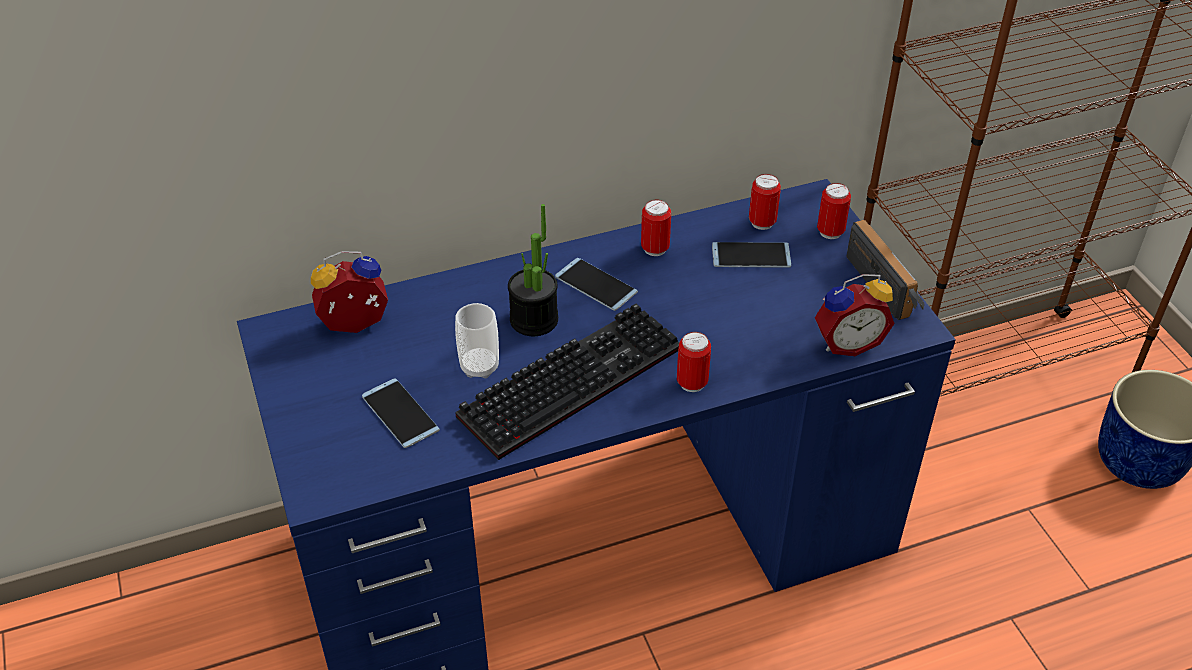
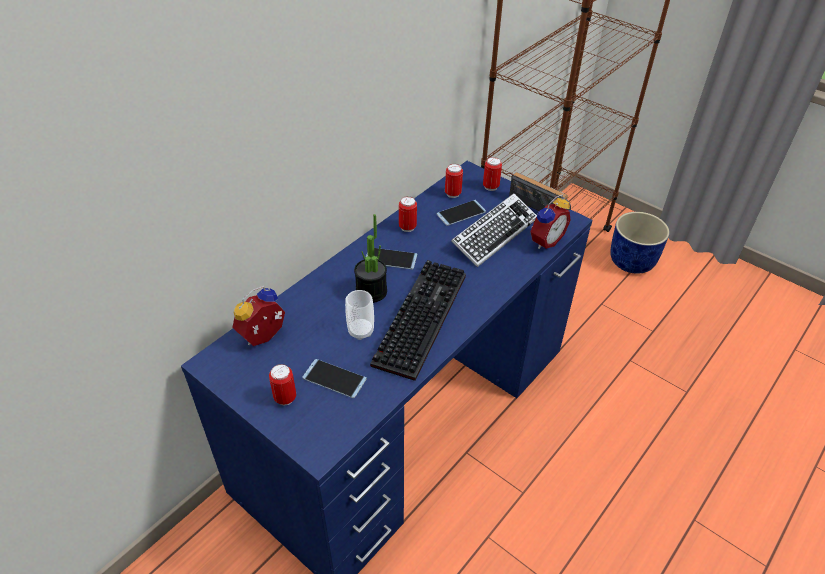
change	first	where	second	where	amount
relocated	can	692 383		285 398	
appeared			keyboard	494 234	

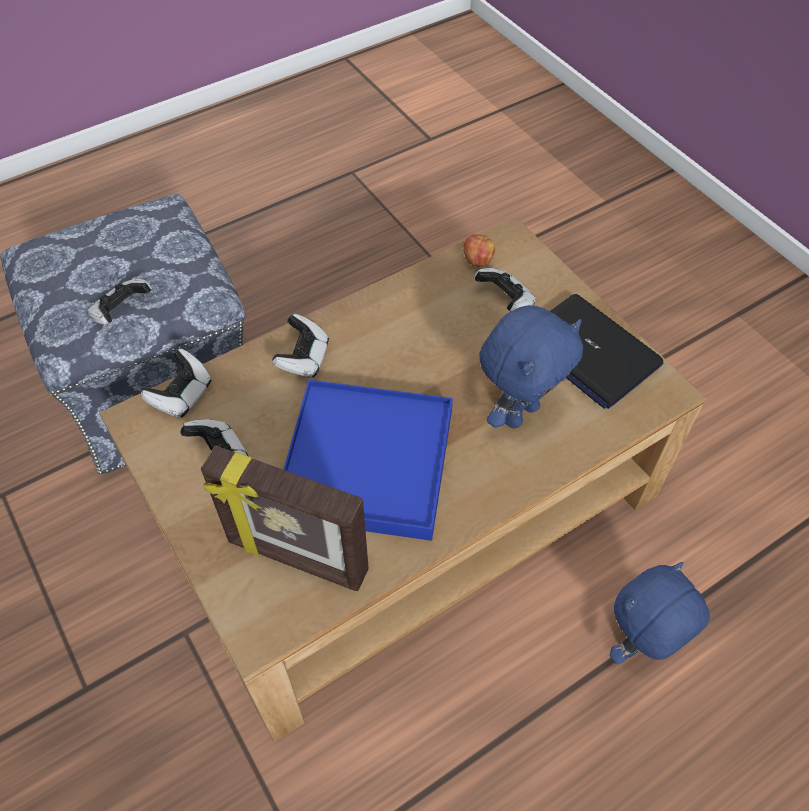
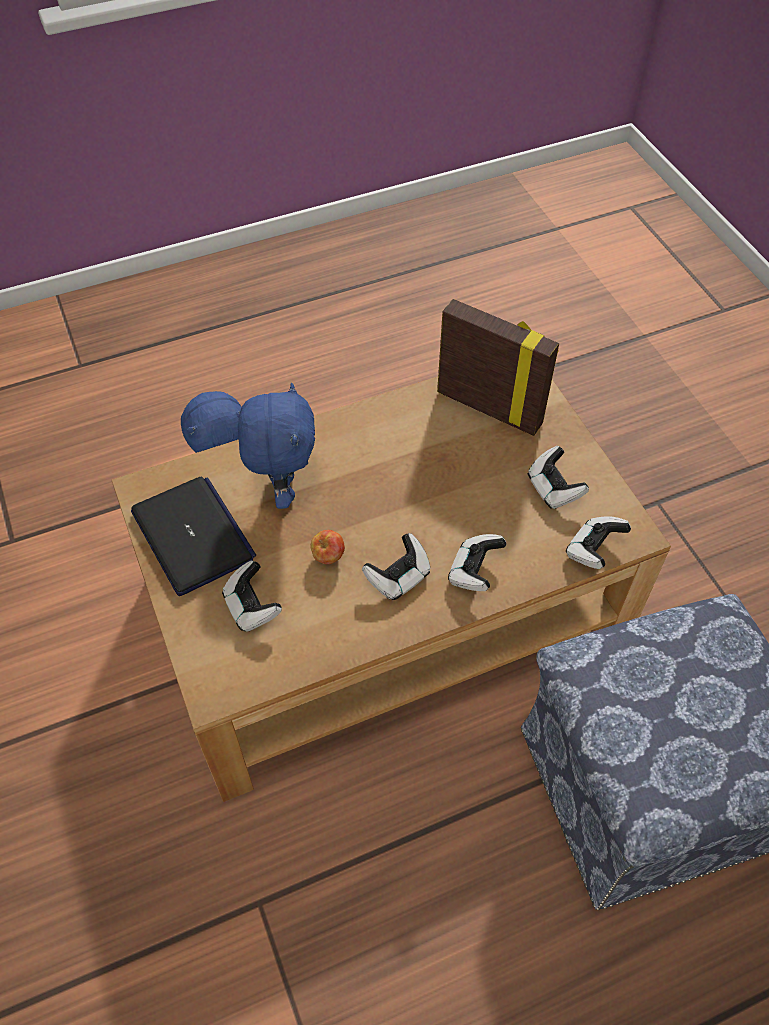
change	first	where	second	where	amount
relocated	apple	477 261		328 556	
relocated	game_controller	122 312		398 577	
spun	blue_plush_toy	519 413		283 489	120 degrees clockwise
missing	blue_tray	368 462			

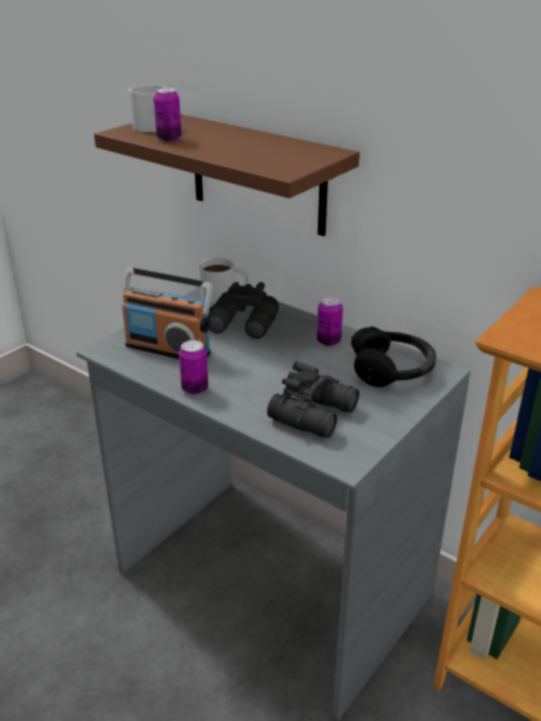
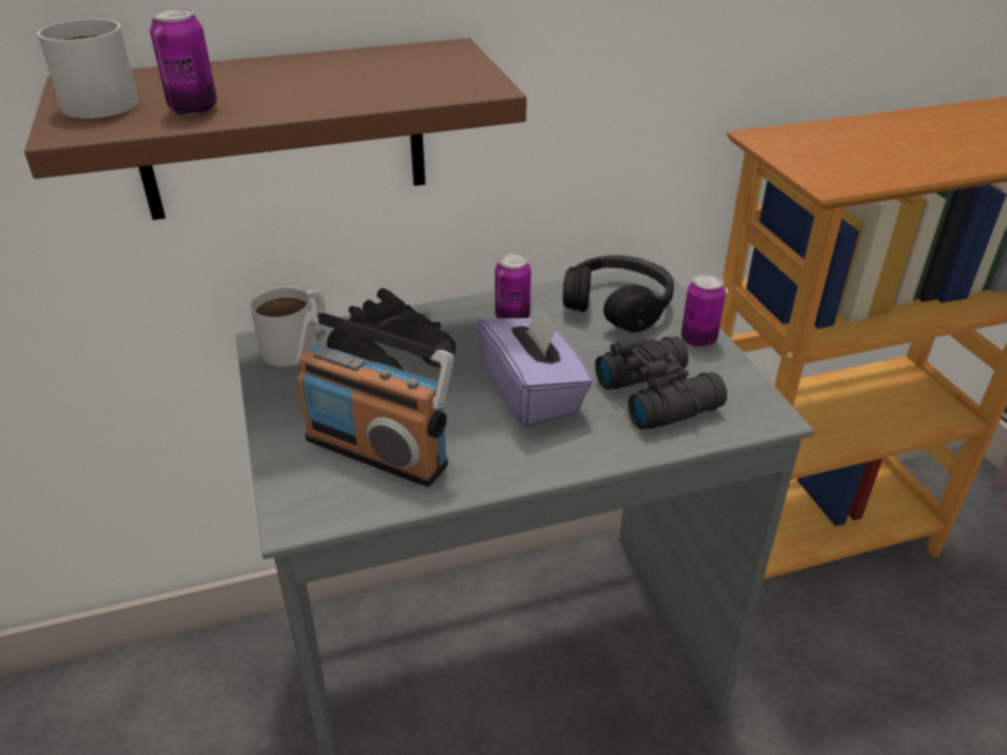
change	first	where	second	where	amount
spun	radio	168 349		377 450	60 degrees clockwise
relocated	can	195 389		698 340	
appeared			purple_tissue_box	532 394	

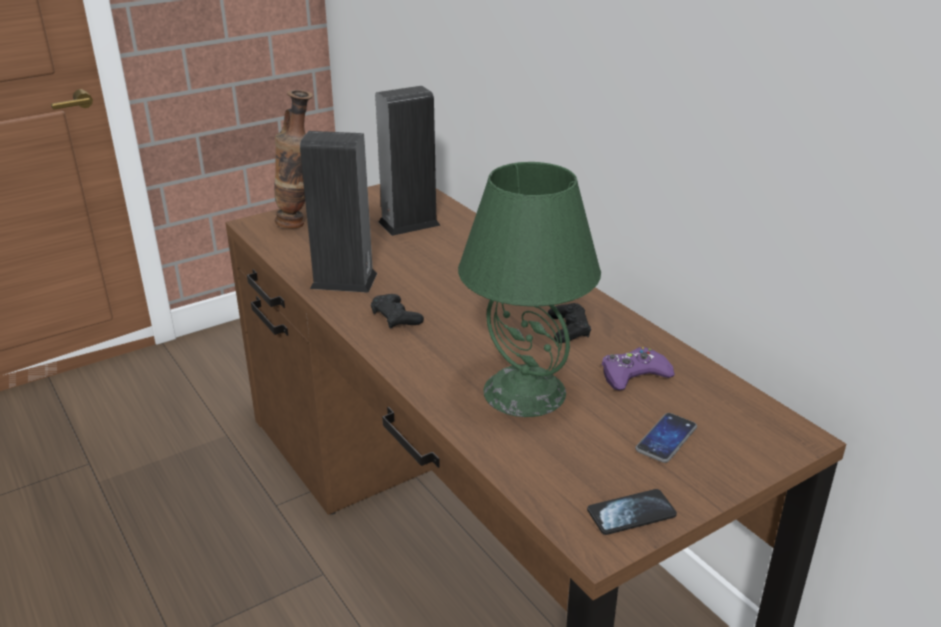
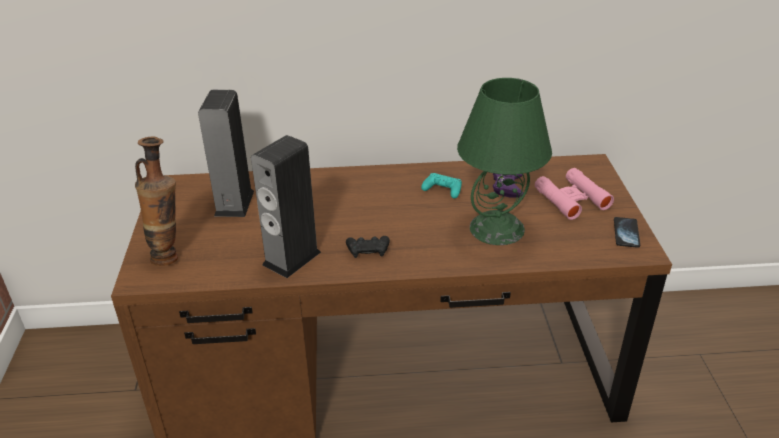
change	first	where	second	where	amount
colour	black_game_controller	568 329	turquoise_game_controller	442 189	
exchanged	phone	666 439	pink_binoculars	571 199	

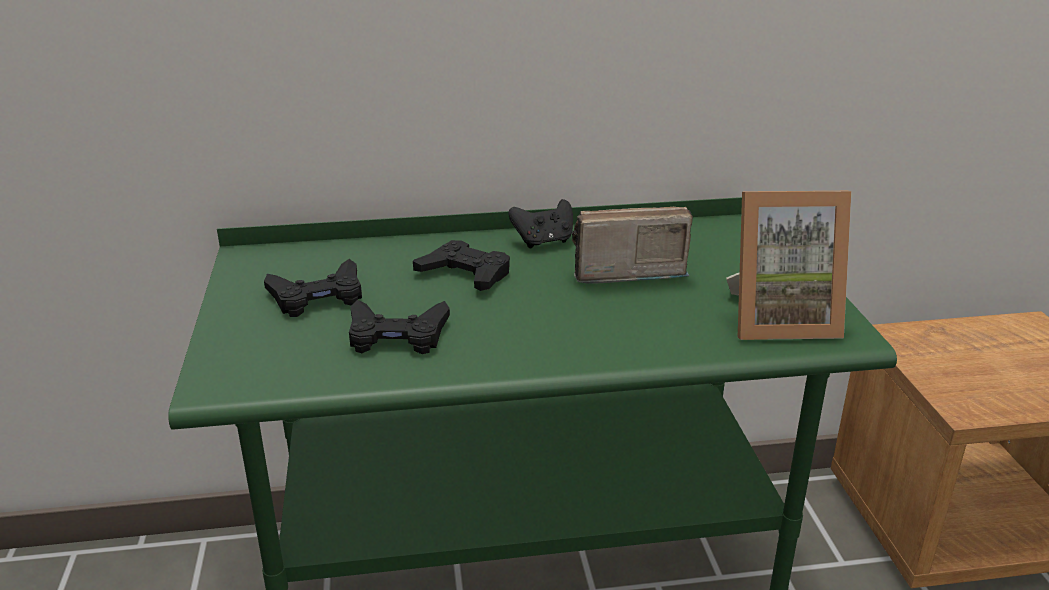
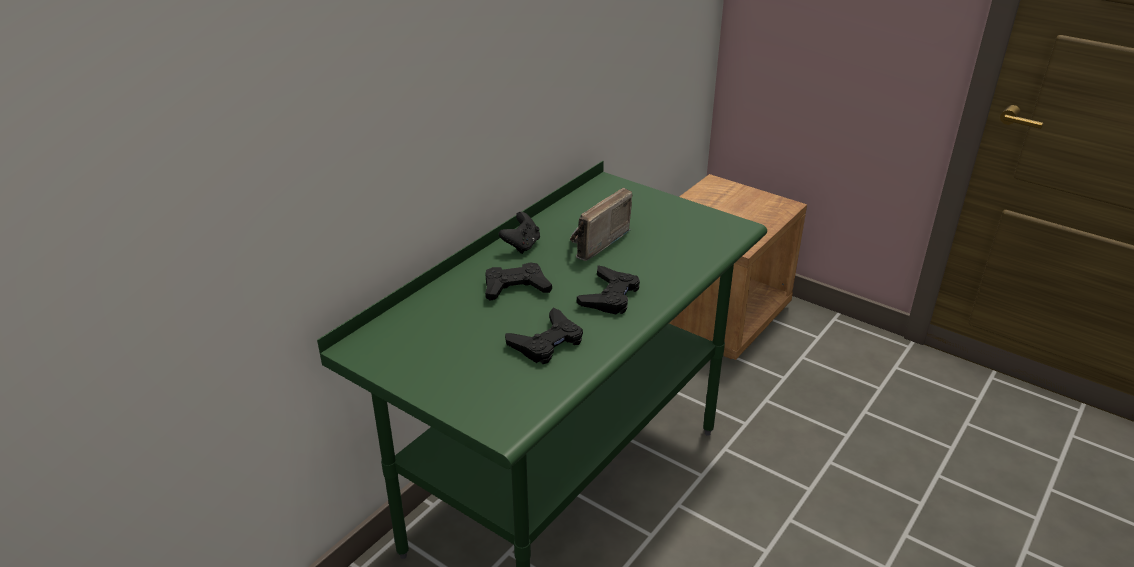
change	first	where	second	where	amount
missing	picture_frame	779 319			
relocated	black_game_controller	318 297		610 296	

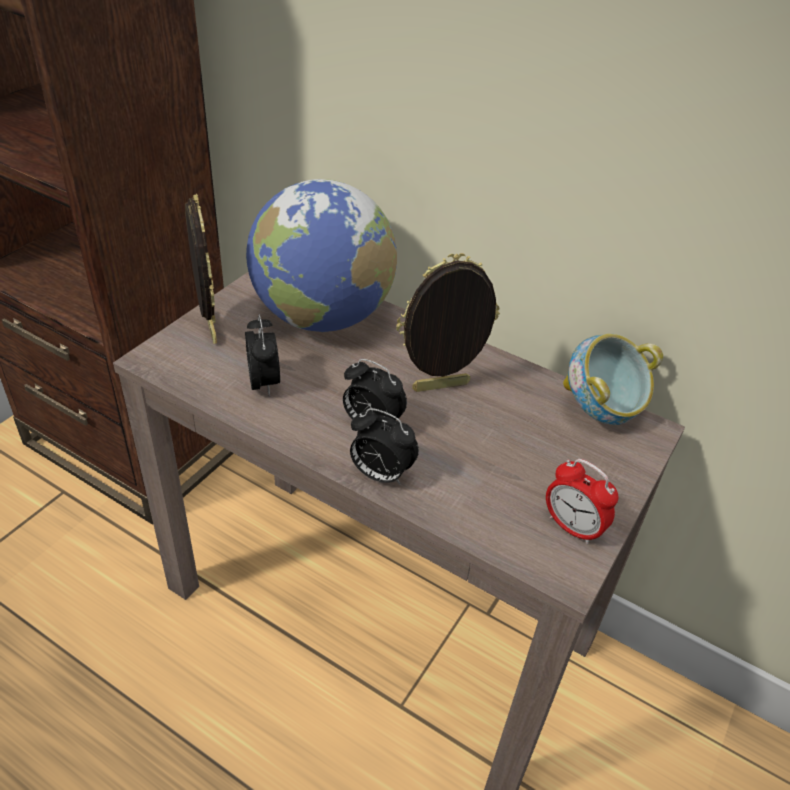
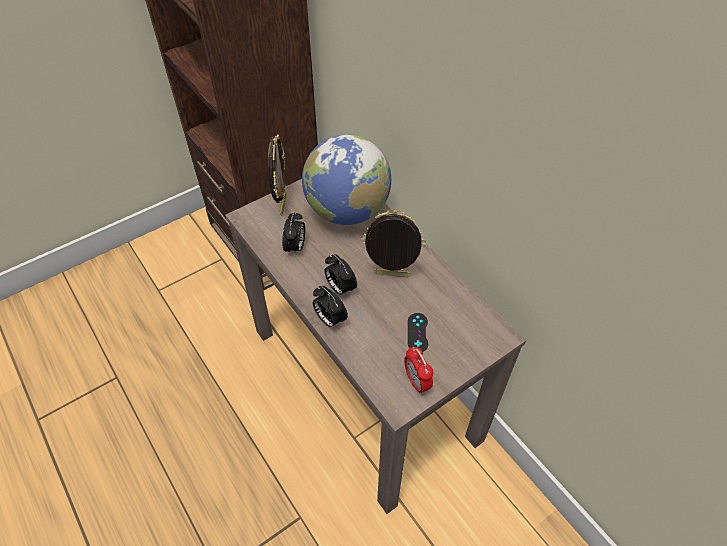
change	first	where	second	where	amount
missing	bowl	600 411			
appeared			black_game_controller	417 332	

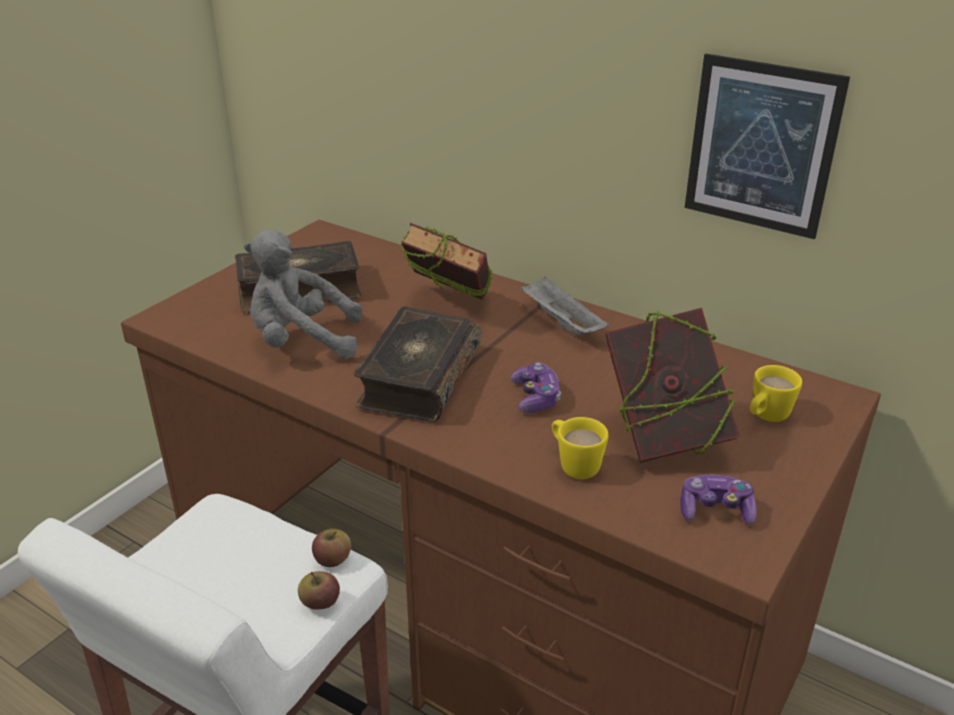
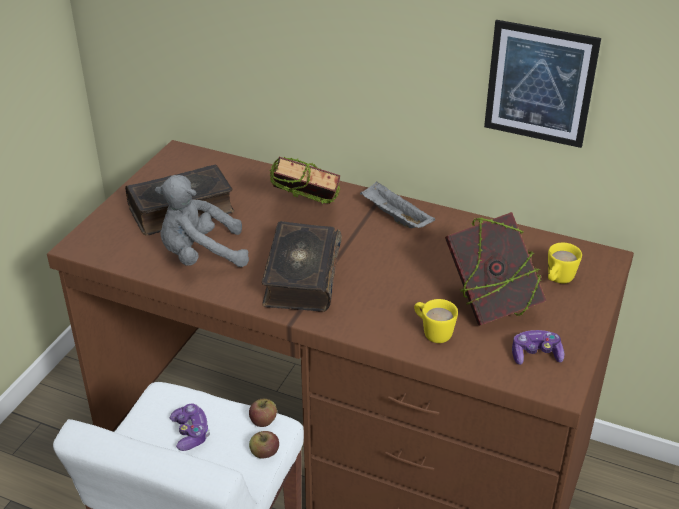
change	first	where	second	where	amount
relocated	game_controller	535 398		191 433	

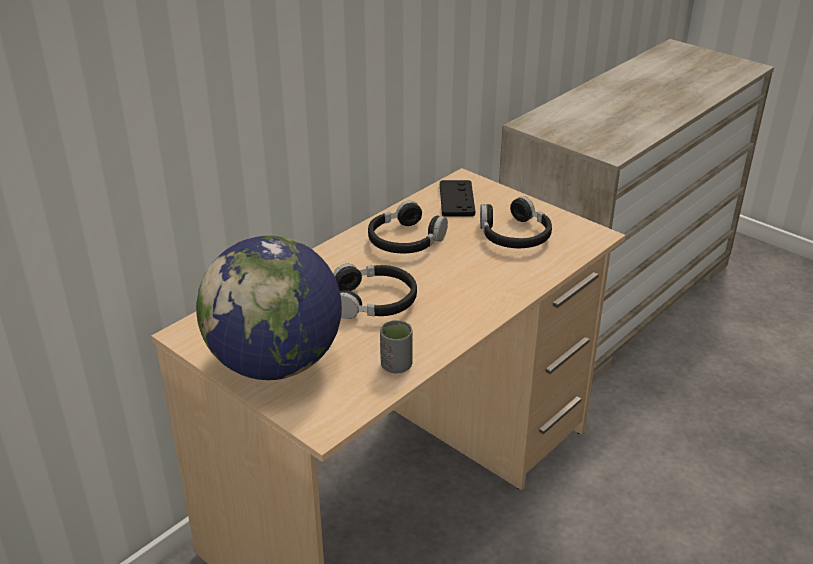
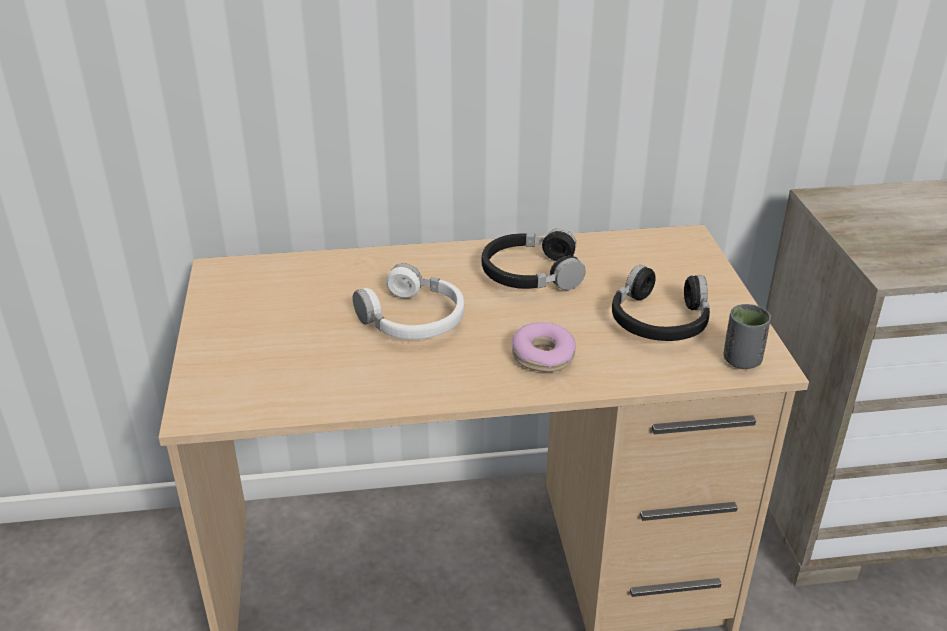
change	first	where	second	where	amount
missing	black_game_controller	456 200			
missing	globe	275 363			
colour	black_headphones	374 301	white_headphones	412 319	
relocated	grey_cup	396 366		741 360	
appeared			donut	542 356	

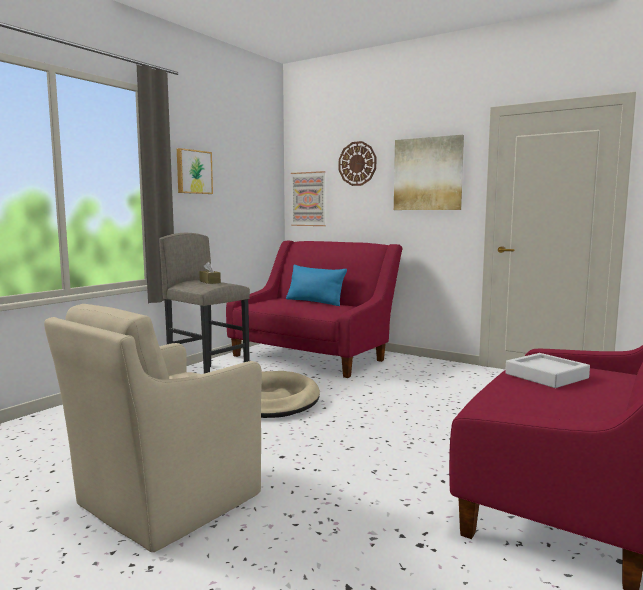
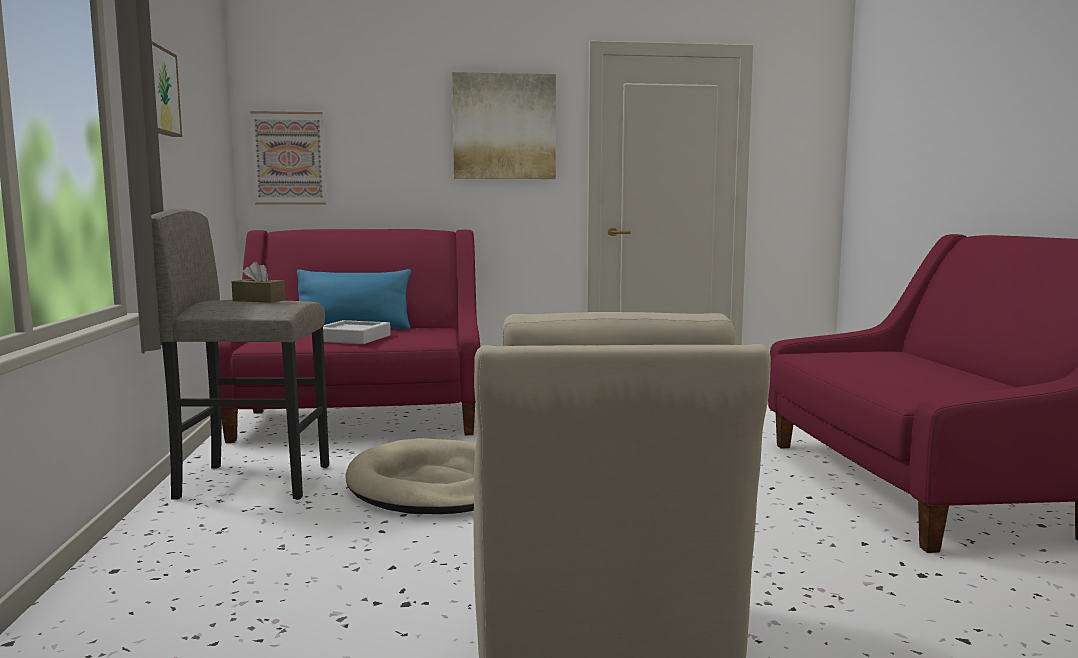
change	first	where	second	where	amount
missing	wall_clock	357 163			
relocated	grey_tray	546 376		353 338	

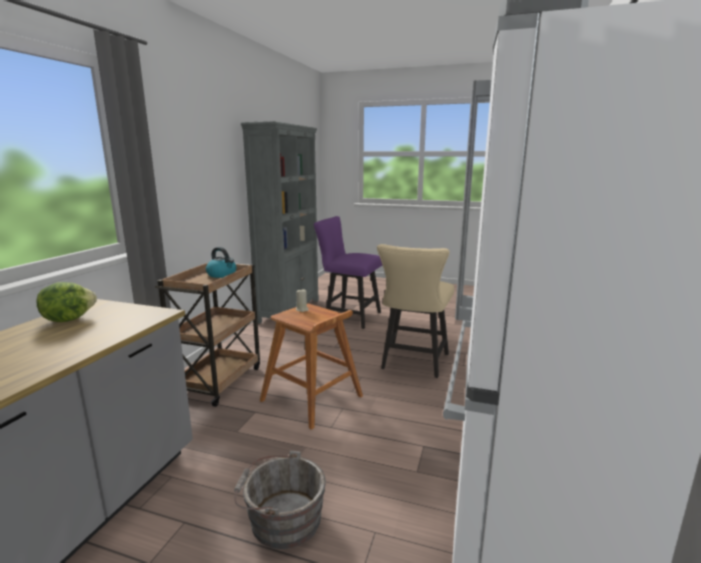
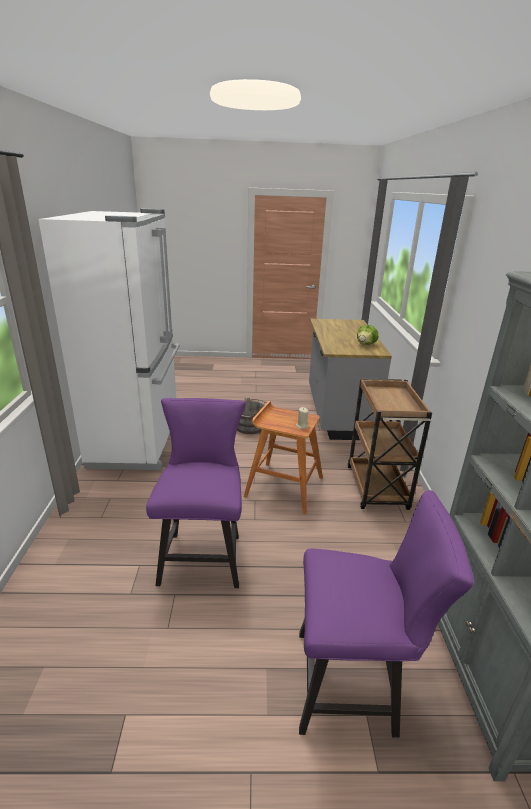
change	first	where	second	where	amount
colour	beige_chair	413 363	purple_chair	203 554	
missing	kettle	222 274			

